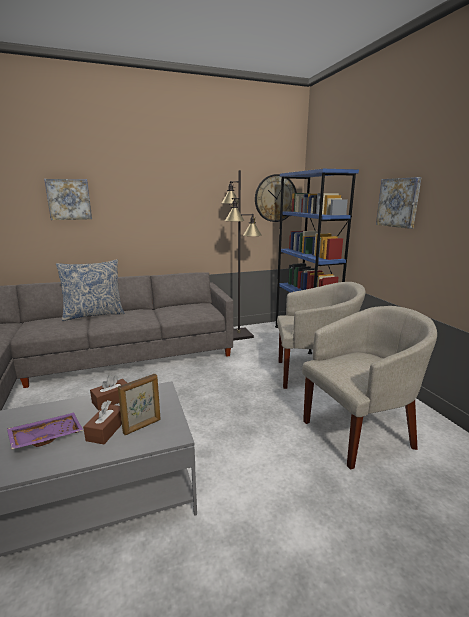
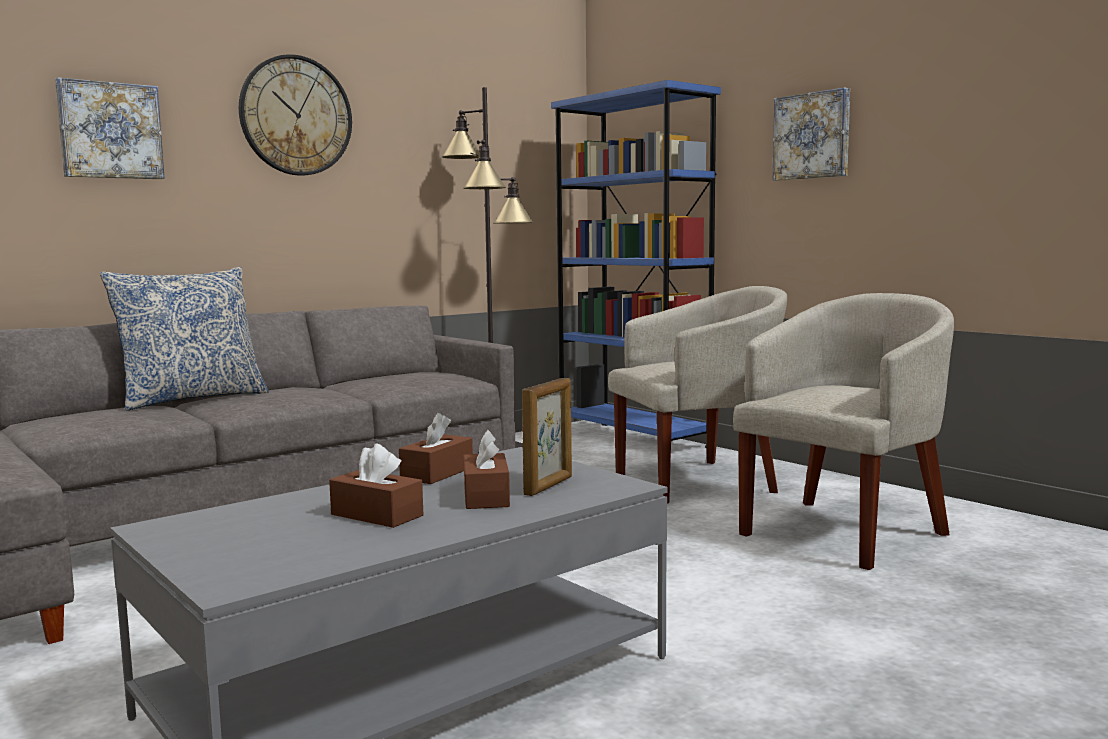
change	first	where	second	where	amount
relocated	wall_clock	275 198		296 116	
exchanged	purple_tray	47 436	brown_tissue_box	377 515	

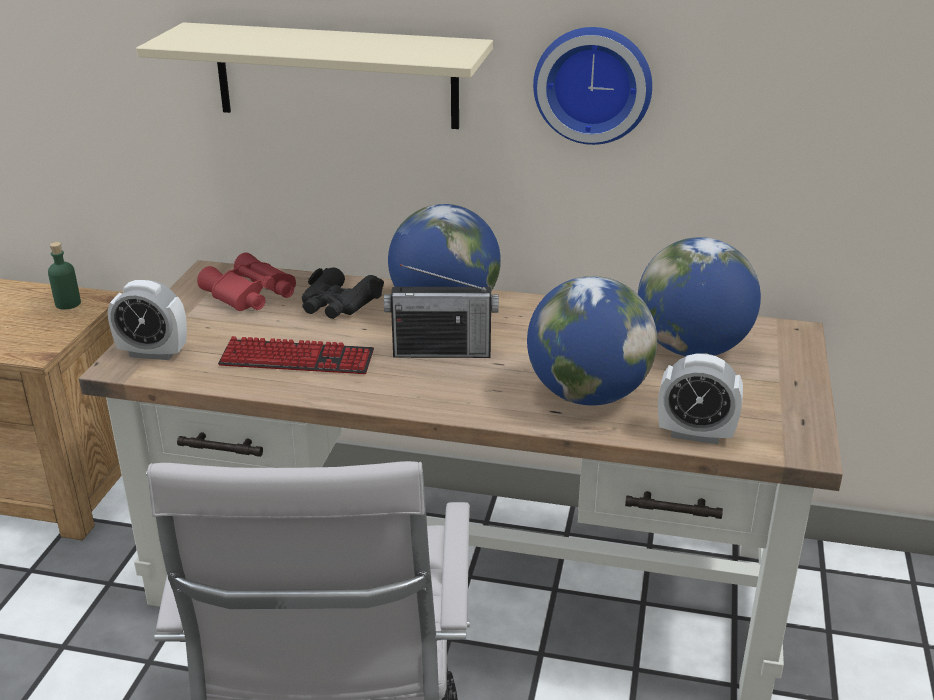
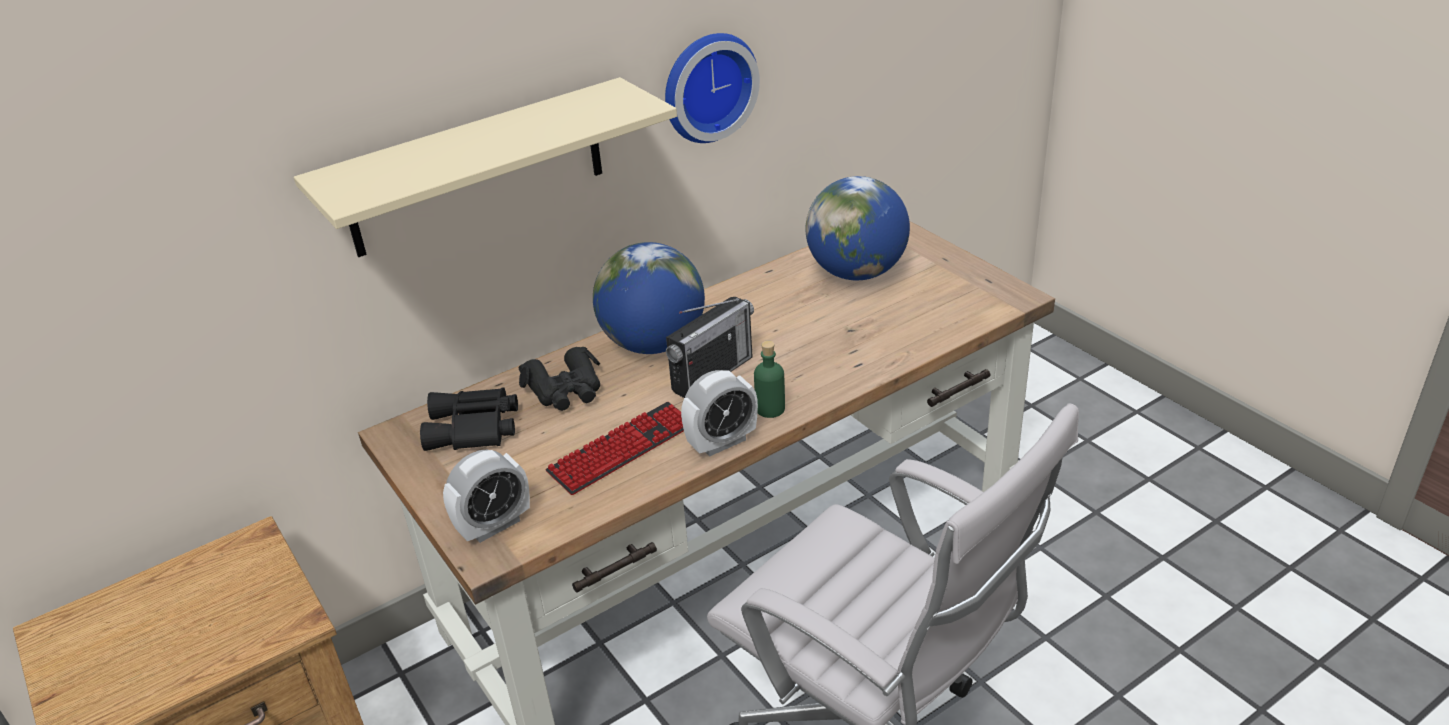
change	first	where	second	where	amount
relocated	green_bottle	68 304		770 409	
colour	red_binoculars	249 295	black_binoculars	474 429	
missing	globe	587 395			
relocated	alarm_clock	695 434		722 442	

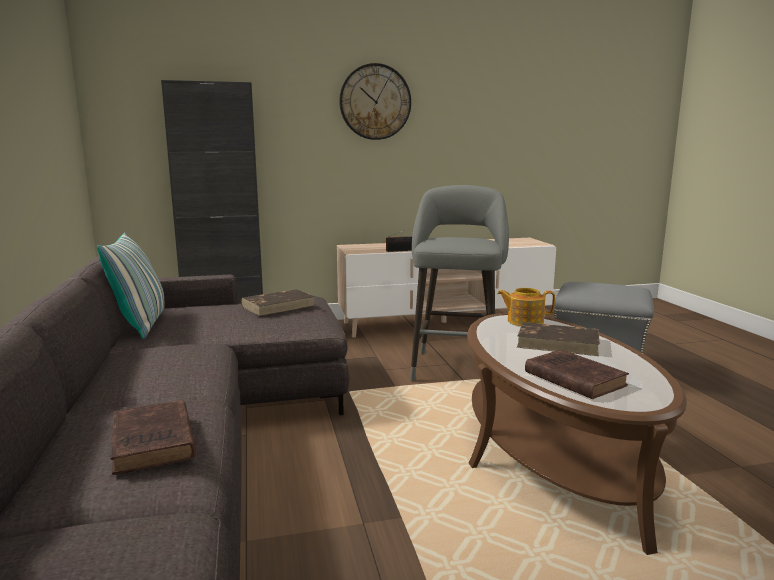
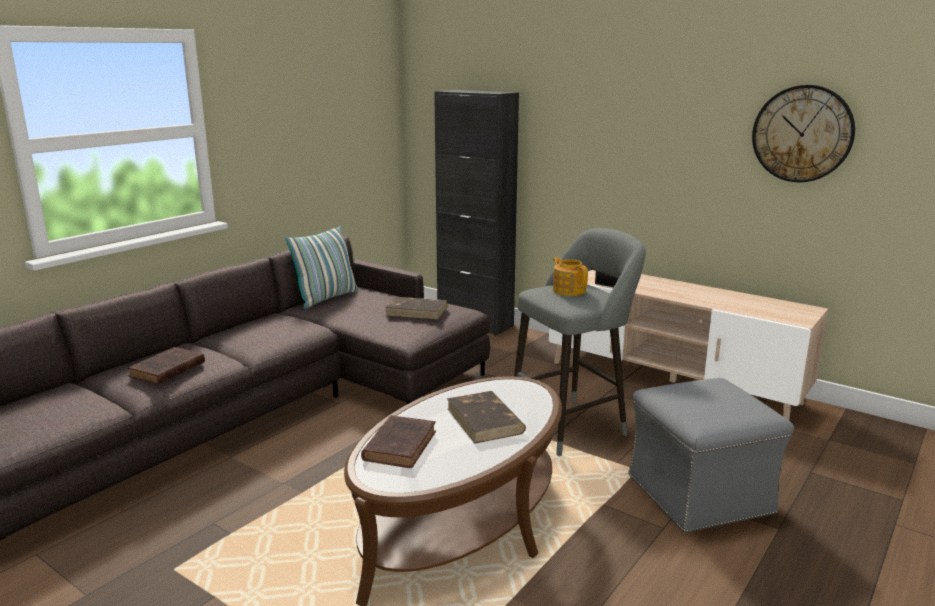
change	first	where	second	where	amount
relocated	wall_clock	375 102		802 134	
relocated	teapot	524 321		569 290	

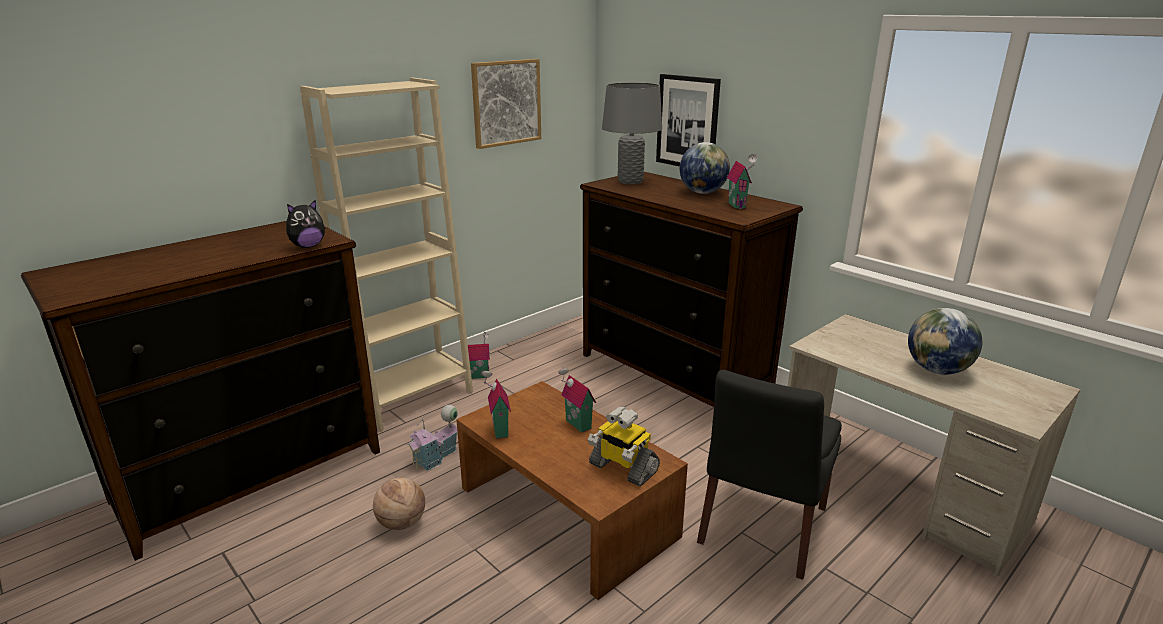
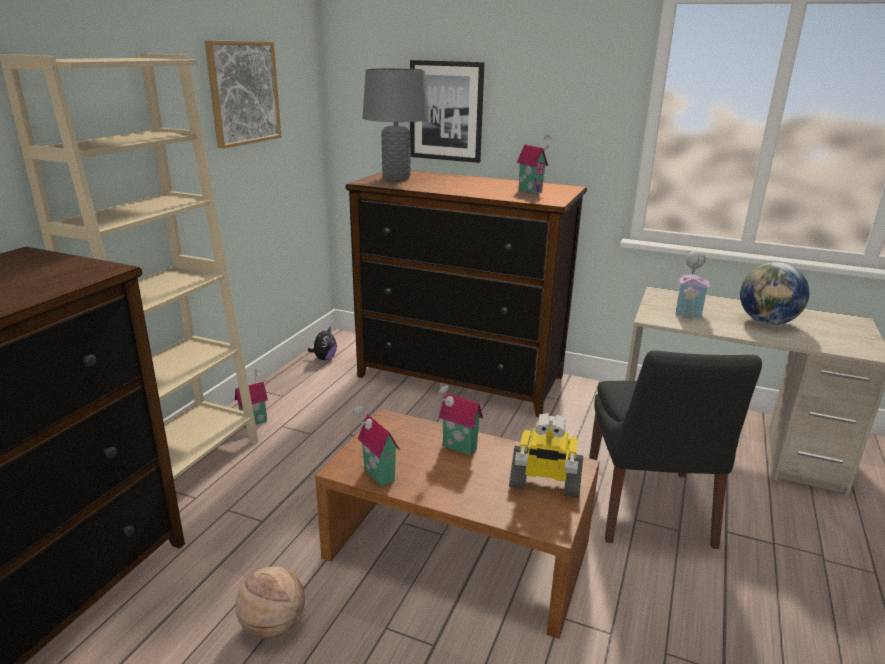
change	first	where	second	where	amount
missing	globe	702 192			
relocated	plush_toy	308 246		324 358	
relocated	toy_house	436 457		688 309	

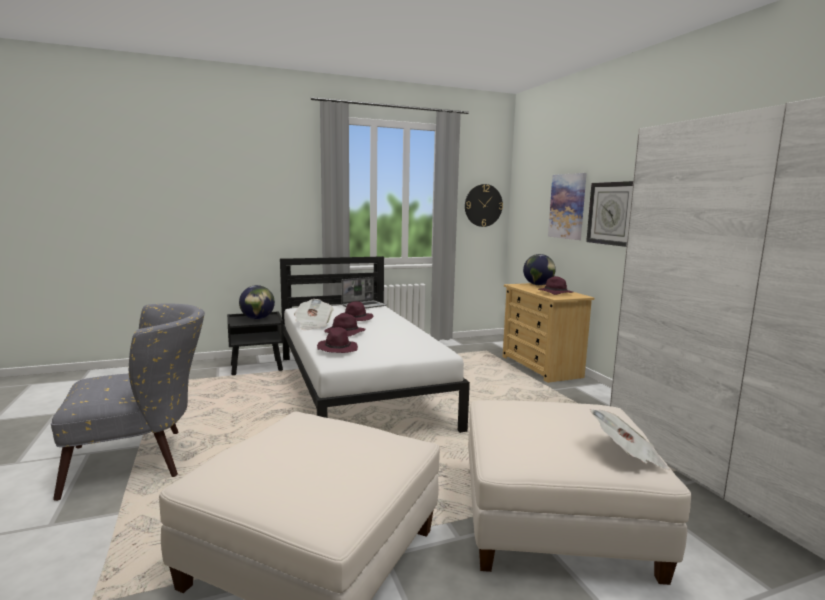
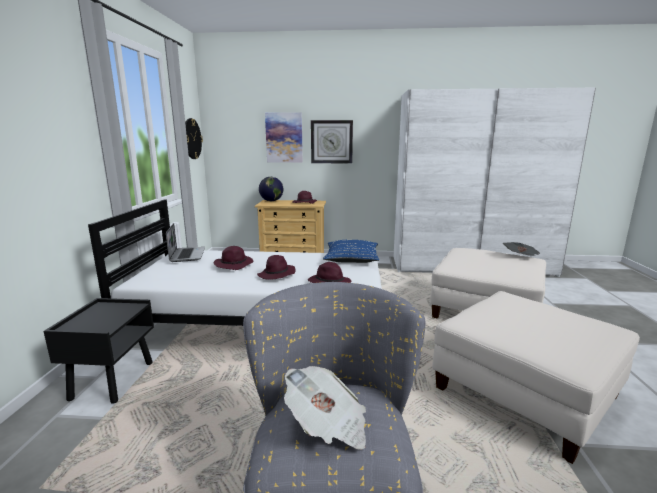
change	first	where	second	where	amount
missing	globe	257 318			
relocated	newspaper	313 325		328 425	
appeared			blue_pillow	351 258	

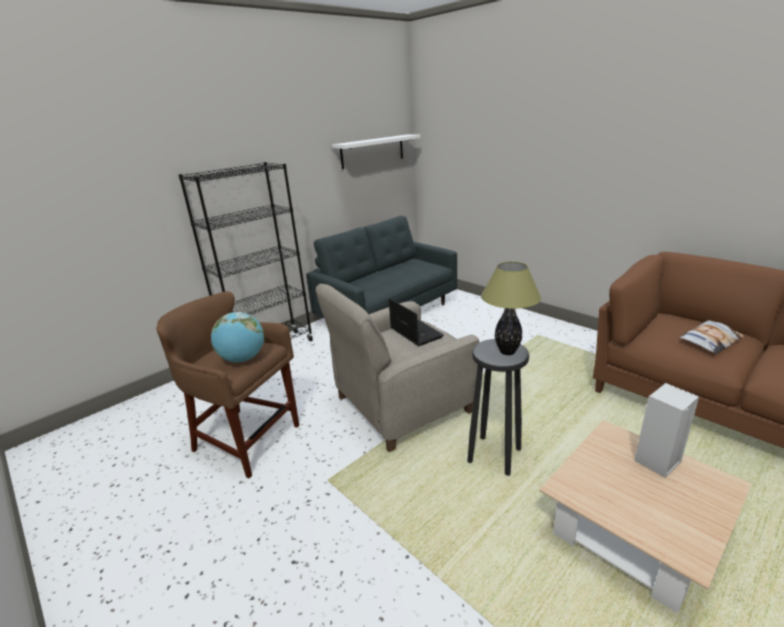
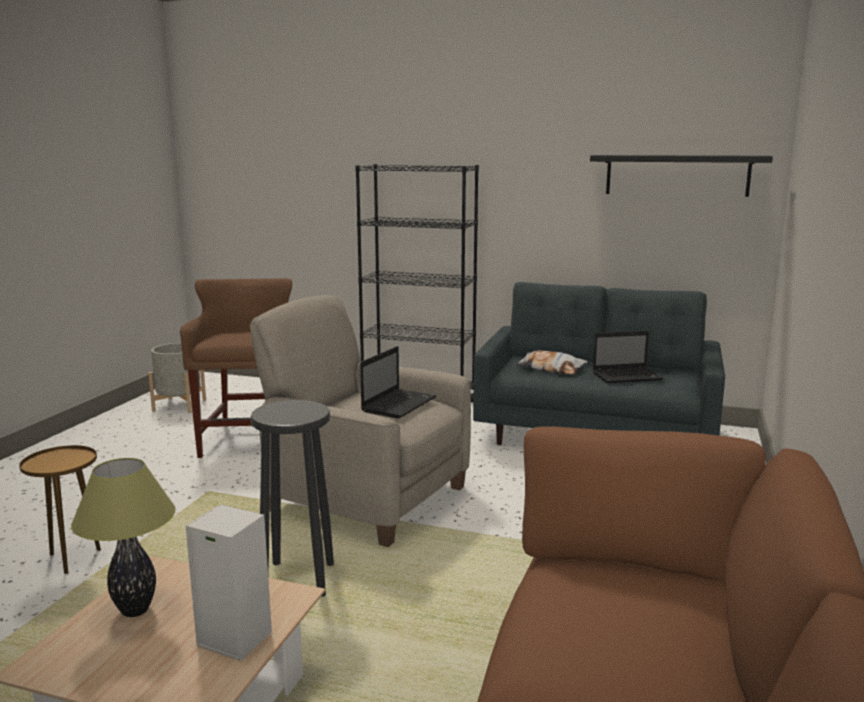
change	first	where	second	where	amount
colour	white_shelf	372 151	black_shelf	677 175	
relocated	table_lamp	507 351		135 610	
missing	globe	243 359			
relocated	pillow	710 341		551 368	
appeared			laptop	628 376	
appeared			grey_planter	179 405	
appeared			brown_side_table	72 558	

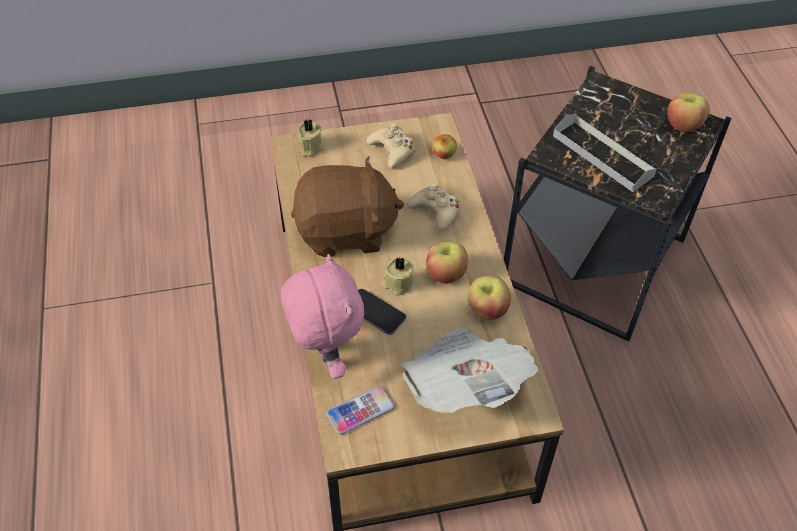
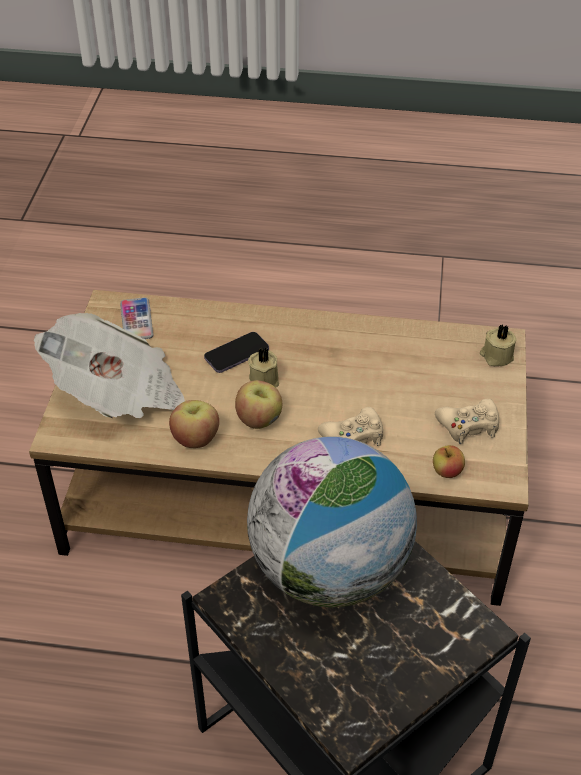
change	first	where	second	where	amount
missing	apple	683 125			
exchanged	grey_tray	602 155	globe	329 569	
missing	brown_plush_toy	346 232			
missing	pink_plush_toy	326 357			

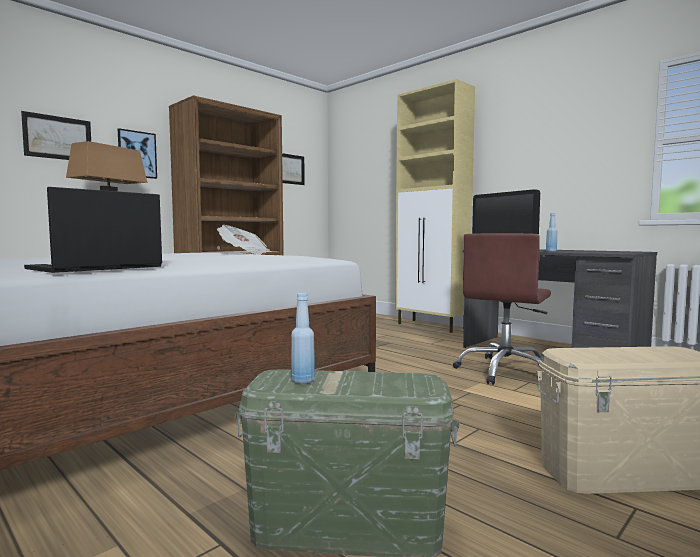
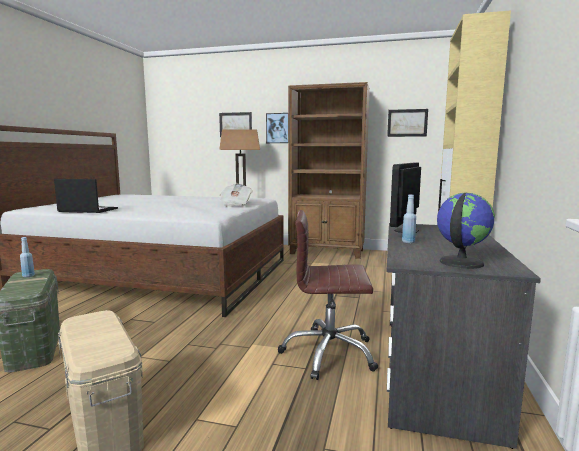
change	first	where	second	where	amount
appeared			globe	460 262	

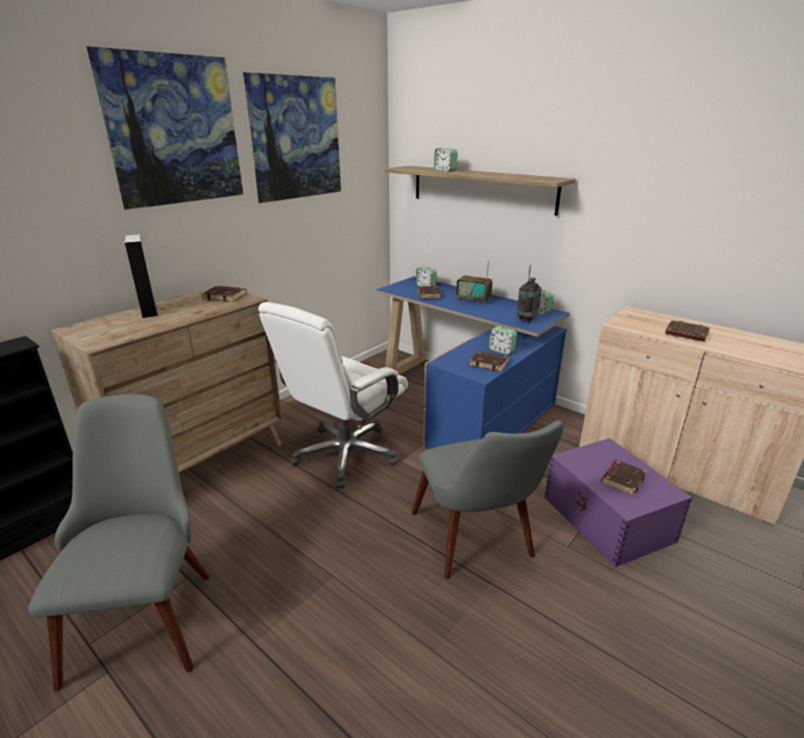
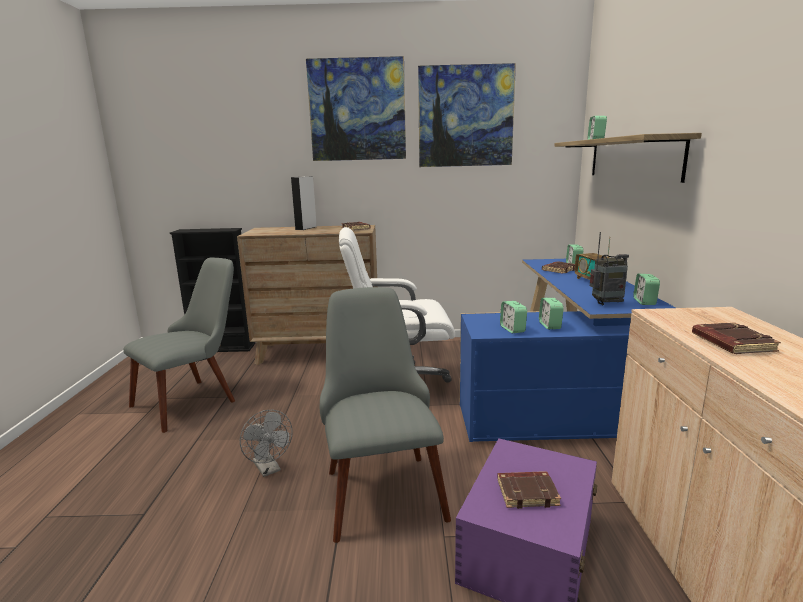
change	first	where	second	where	amount
exchanged	brown_book	489 363	alarm_clock	512 329	
spun	grey_chair	478 544		380 483	135 degrees clockwise
appeared			grey_fan	269 469	

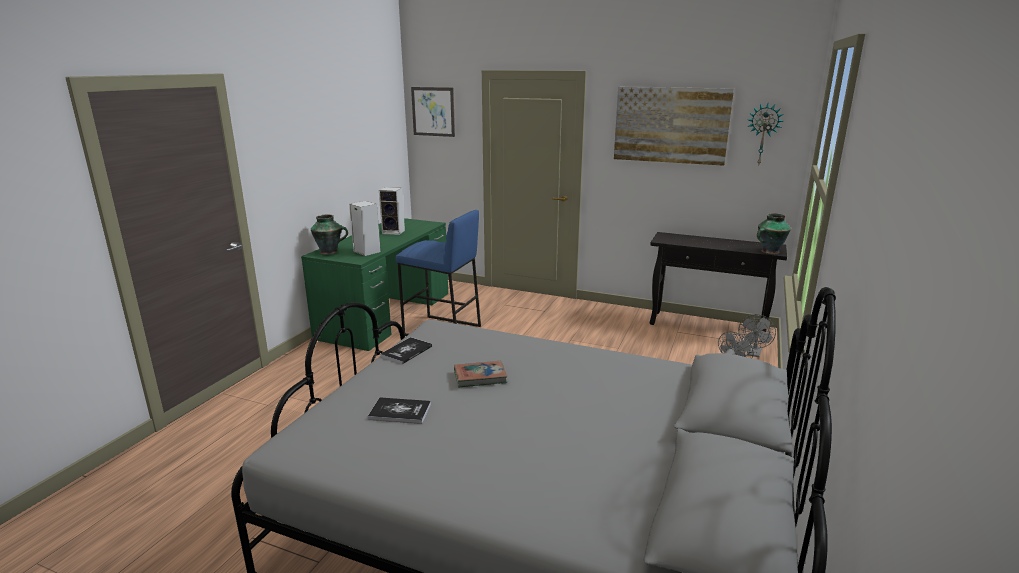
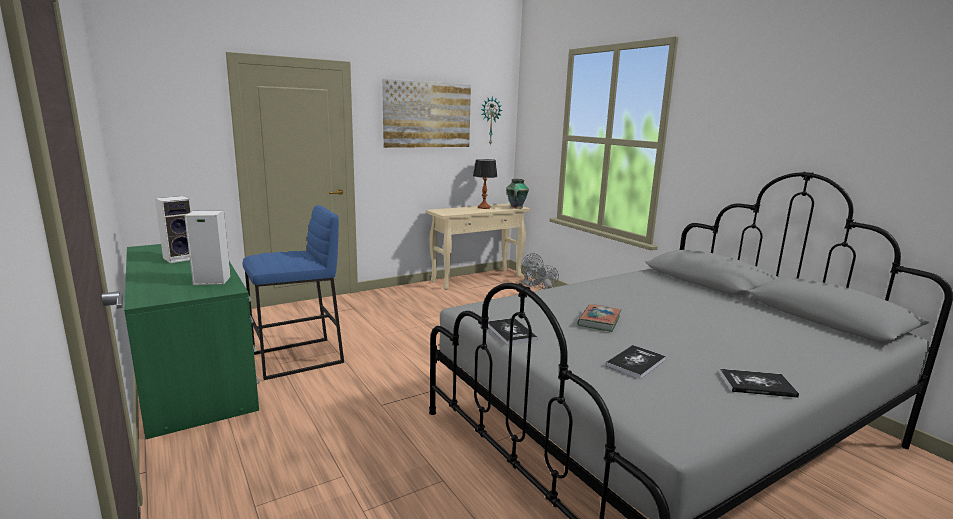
change	first	where	second	where	amount
missing	picture	433 111			
missing	vase	329 252			
colour	black_console_table	708 326	beige_console_table	477 279	
appeared			table_lamp	483 207	
appeared			book	757 384	

